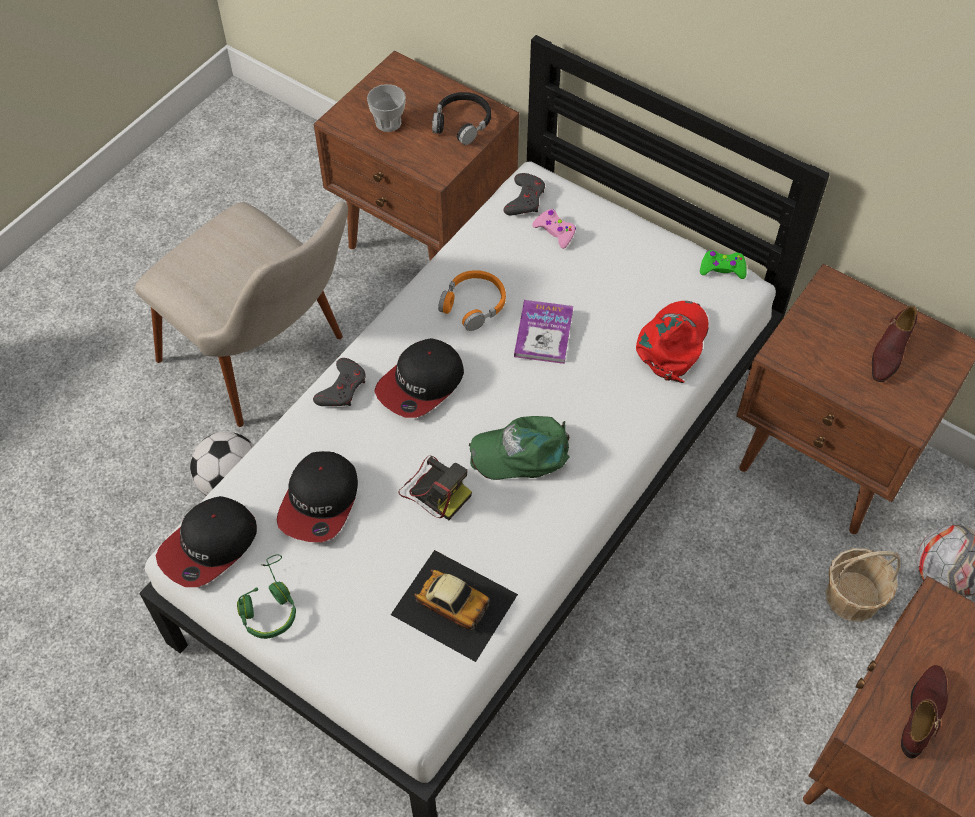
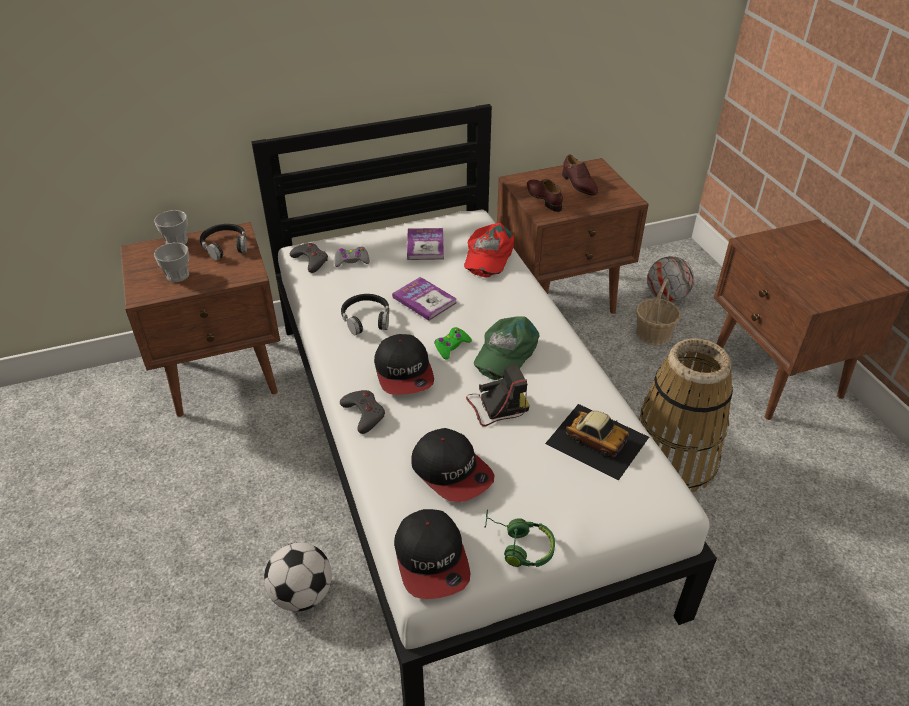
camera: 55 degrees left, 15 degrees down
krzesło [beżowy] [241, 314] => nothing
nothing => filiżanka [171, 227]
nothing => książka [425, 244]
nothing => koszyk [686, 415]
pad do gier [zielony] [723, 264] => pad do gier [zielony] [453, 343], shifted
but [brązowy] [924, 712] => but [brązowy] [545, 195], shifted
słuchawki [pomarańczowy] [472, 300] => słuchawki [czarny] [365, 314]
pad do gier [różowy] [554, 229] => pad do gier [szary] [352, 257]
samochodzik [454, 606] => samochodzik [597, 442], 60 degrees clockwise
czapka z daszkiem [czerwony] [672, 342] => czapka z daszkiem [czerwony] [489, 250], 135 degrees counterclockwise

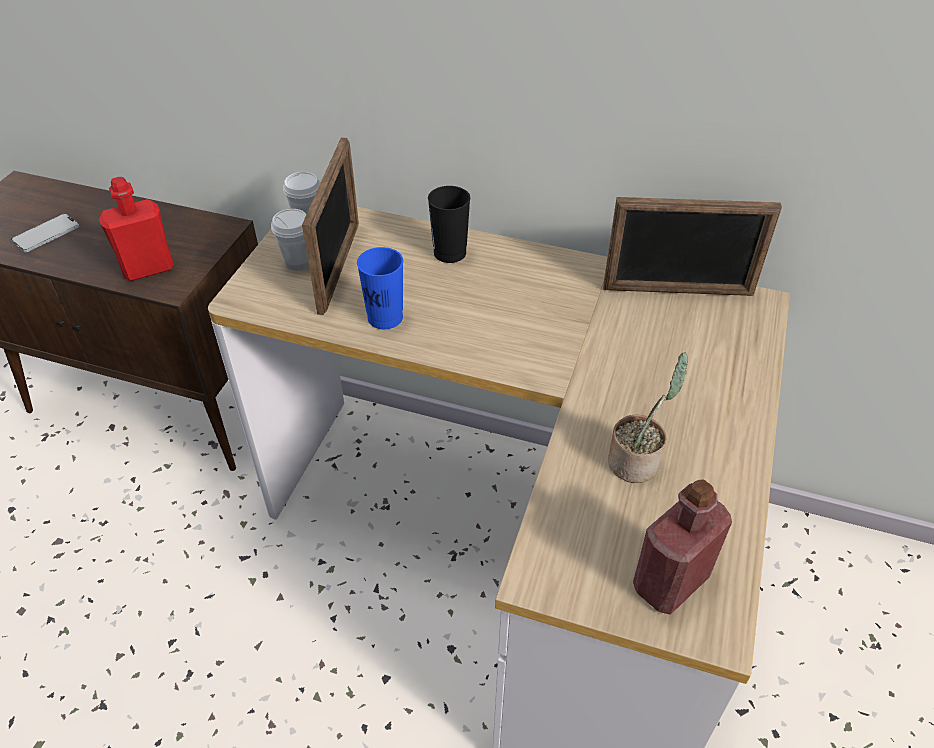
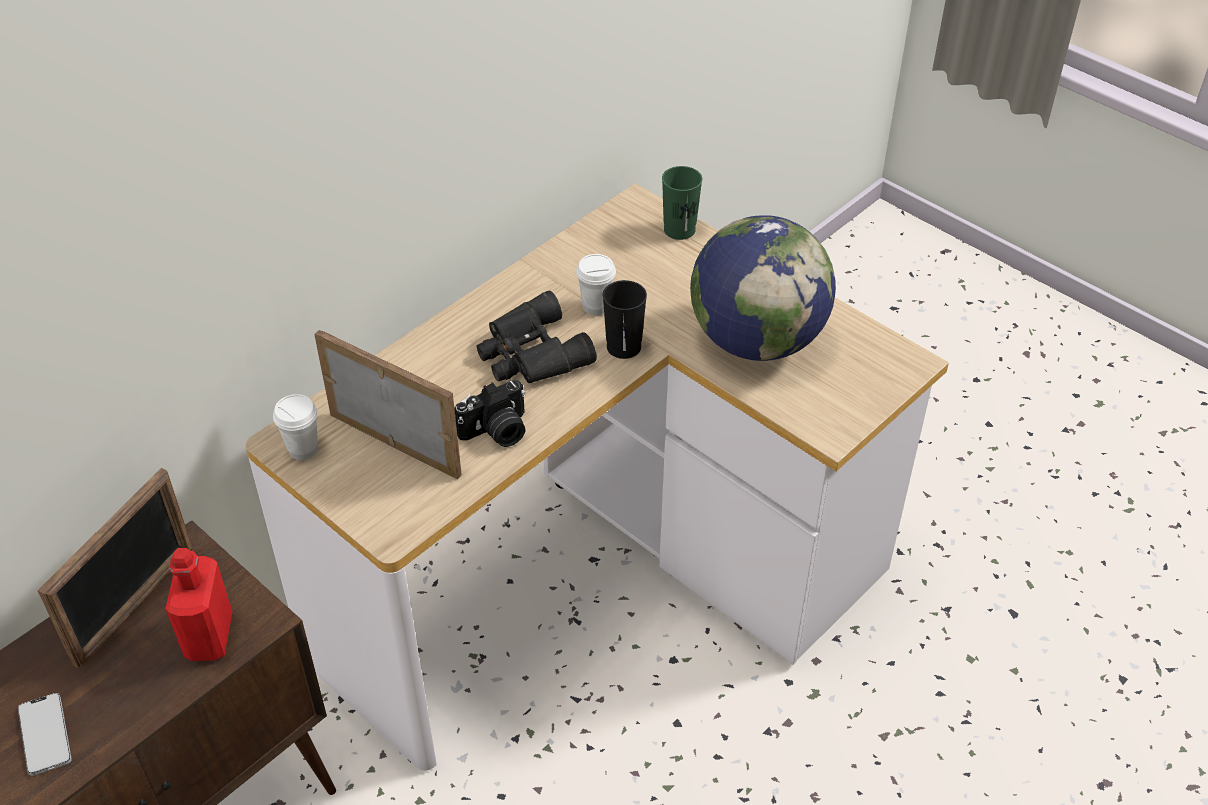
camera: 65 degrees left, 0 degrees up
butelka [czerwony] [682, 547] => nothing
nothing => lornetka [czarny] [537, 336]
nothing => filiżanka [zielony] [682, 203]
filiżanka [biały] [290, 240] => filiżanka [biały] [596, 284], shifted
filiżanka [czarny] [449, 224] => filiżanka [czarny] [625, 319], shifted
ramka na zdjęcie [692, 246] => ramka na zdjęcie [115, 568], shifted
filiżanka [niebieski] [380, 288] => aparat fotograficzny [490, 413]
roślina doniczkowa [648, 417] => globus [763, 288]

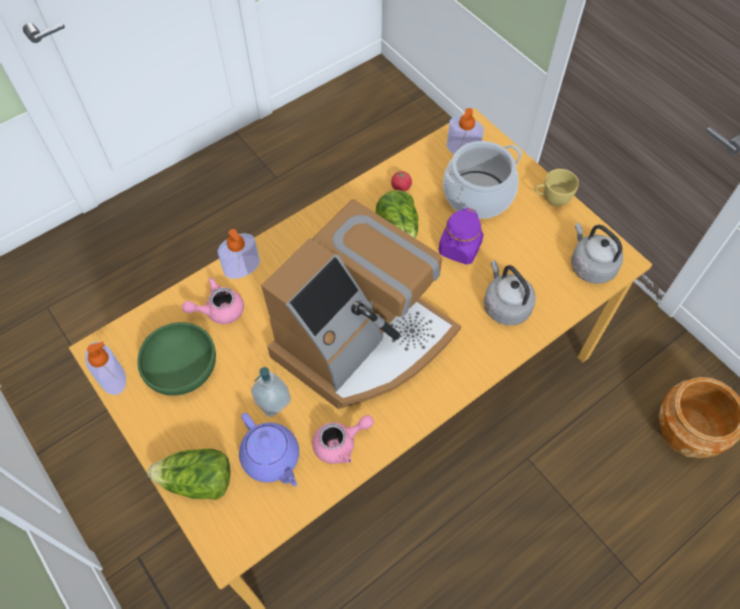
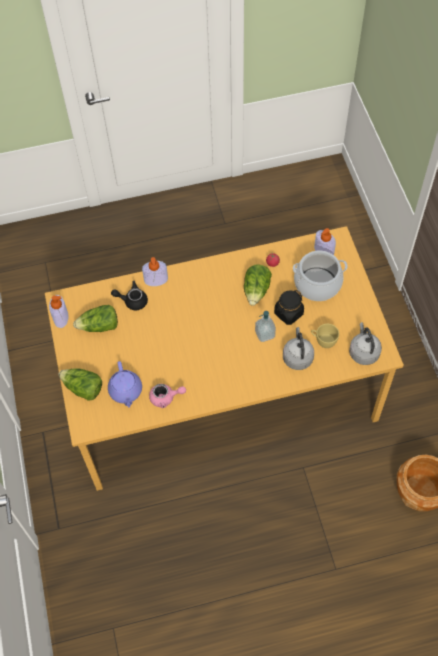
camera: 25 degrees right, 0 degrees up
ekspres do kawy [361, 304] => nothing
dozownik mydła [271, 392] => dozownik mydła [265, 326], shifted
filiżanka [żółty] [557, 187] => filiżanka [żółty] [325, 336], shifted
miska [zielony] [176, 359] => sałata [95, 318]
imbryk [różowy] [213, 301] => imbryk [czarny] [129, 295]
słoik [fioletowy] [461, 236] => słoik [czarny] [289, 307]

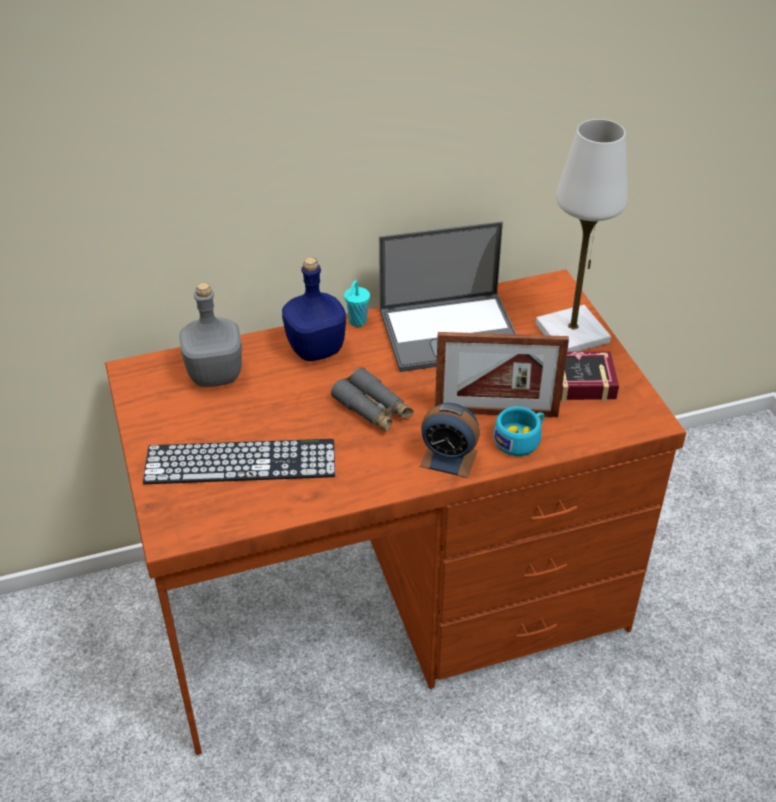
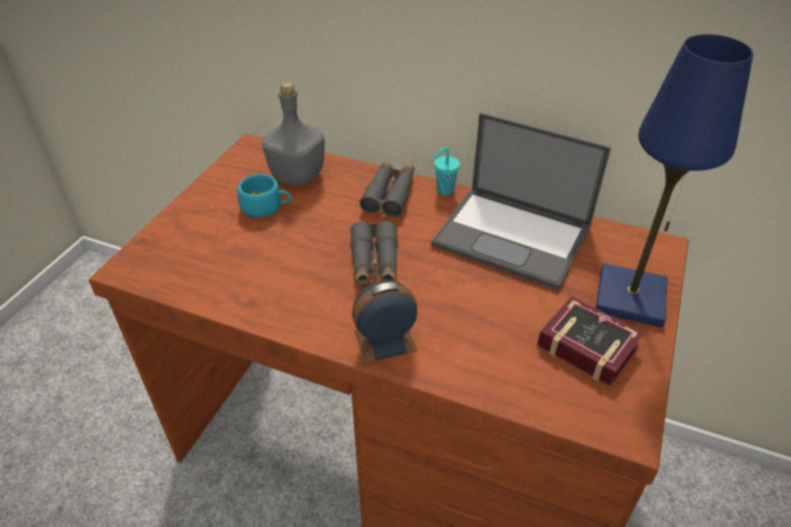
camera: 40 degrees right, 0 degrees up
klawiatura [239, 461] => nothing
ramka na zdjęcie [502, 374] => nothing
filiżanka [turkusowy] [518, 431] => filiżanka [turkusowy] [264, 196], shifted
butelka [niebieski] [314, 309] => lornetka [szary] [387, 189]
lampa stołowa [biały] [582, 235] => lampa stołowa [niebieski] [674, 180]
budzik [450, 440] => budzik [385, 321], 105 degrees clockwise

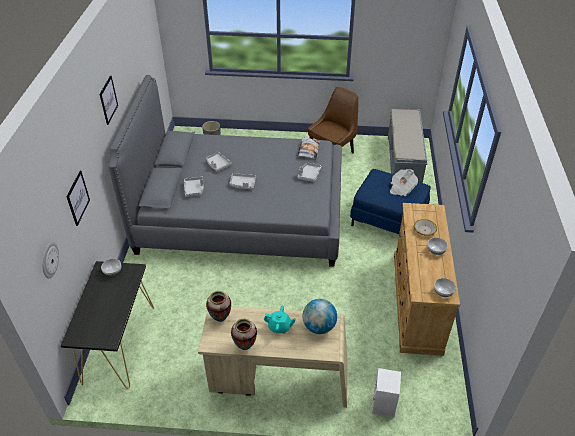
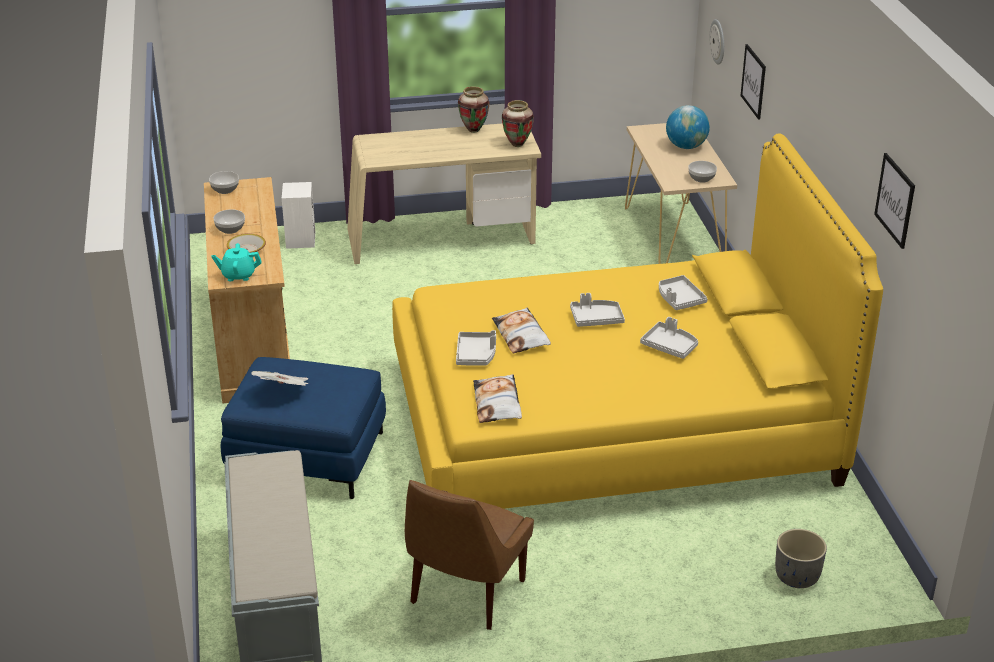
camera: 165 degrees right, 10 degrees down
nothing => poduszka [521, 331]
obraz [109, 100] => obraz [894, 201], shifted
imbryk [turkusowy] [280, 320] => imbryk [turkusowy] [236, 262], shifted
globus [319, 316] => globus [688, 127], shifted
stolik konsolowy [czarny] [107, 325] => stolik konsolowy [beżowy] [681, 193]
łóżko [szary] [225, 171] => łóżko [żółty] [637, 321]

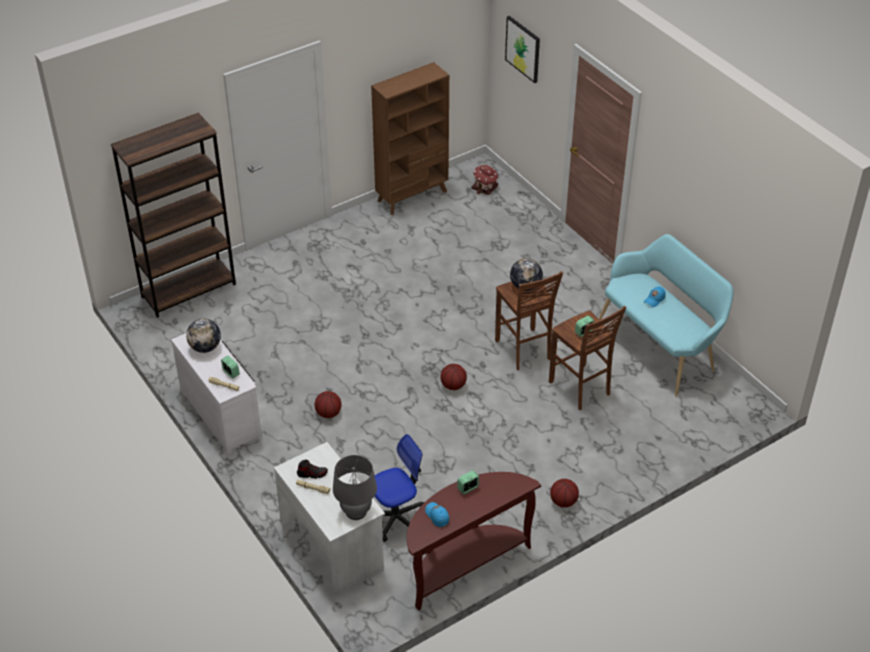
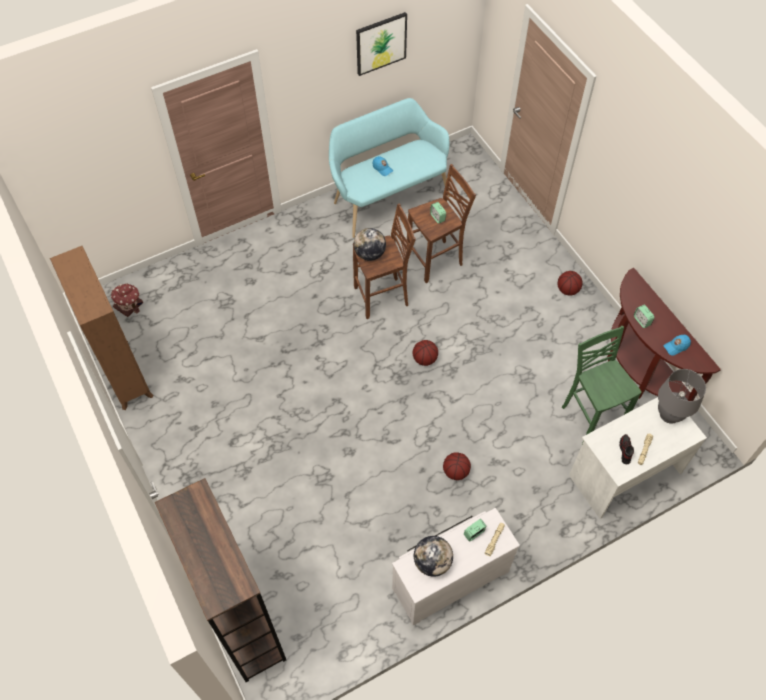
camera: 85 degrees left, 15 degrees up
obraz [522, 49] => obraz [381, 44], shifted
krzesło biurowe [399, 488] => stołek [zielony] [602, 385]

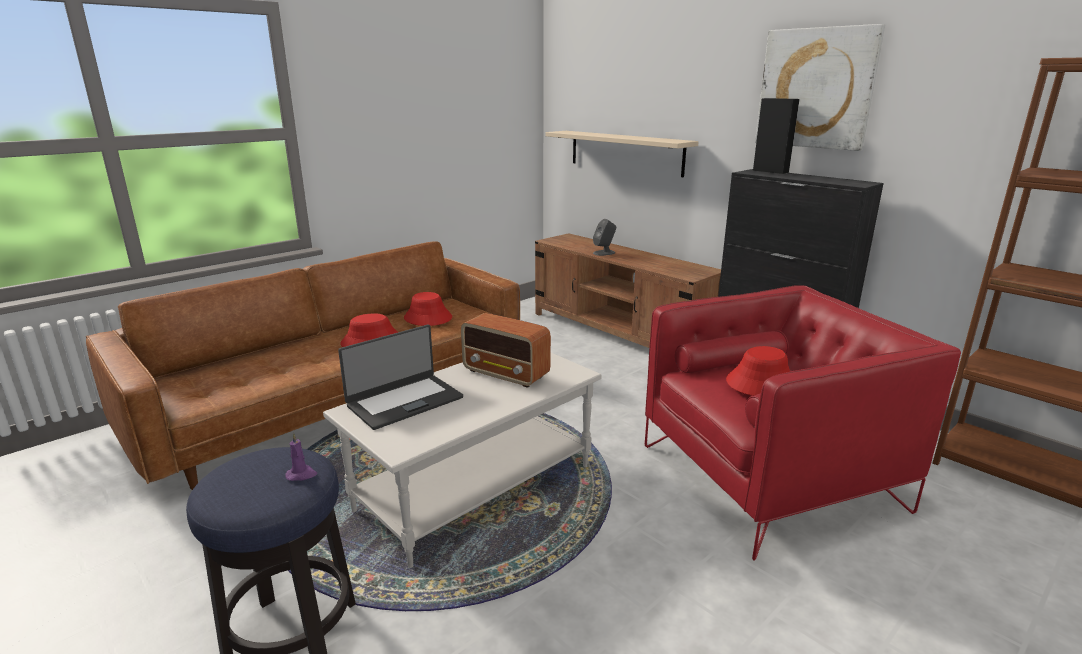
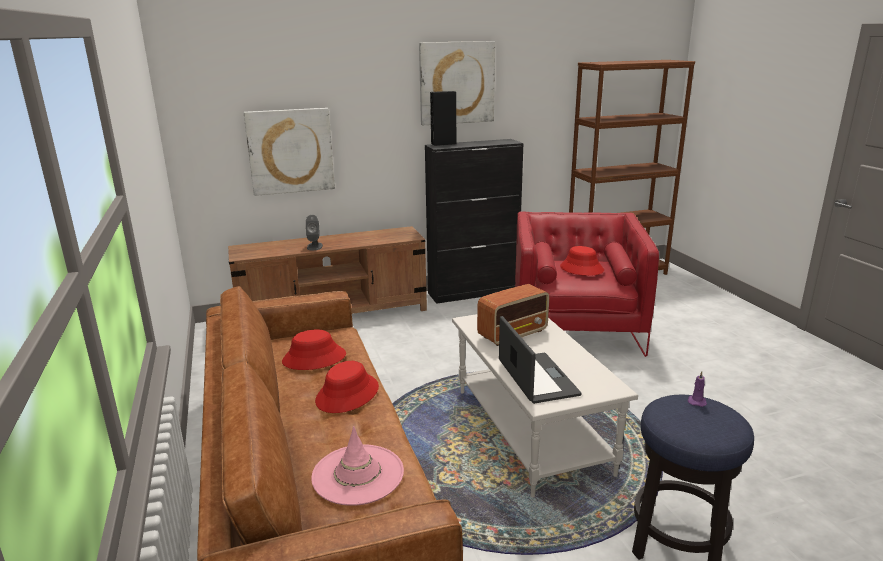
camera: 65 degrees left, 0 degrees up
nothing => kapelusz [różowy] [357, 466]
półka [beżowy] [622, 154] => obraz [289, 152]

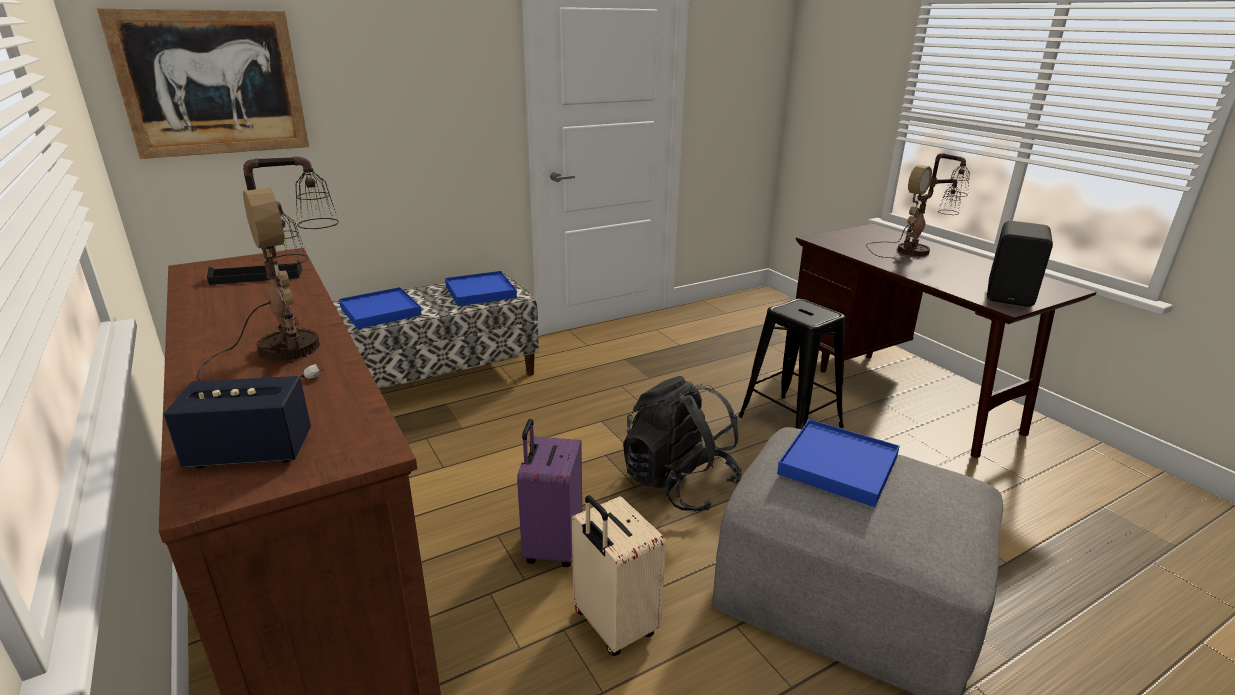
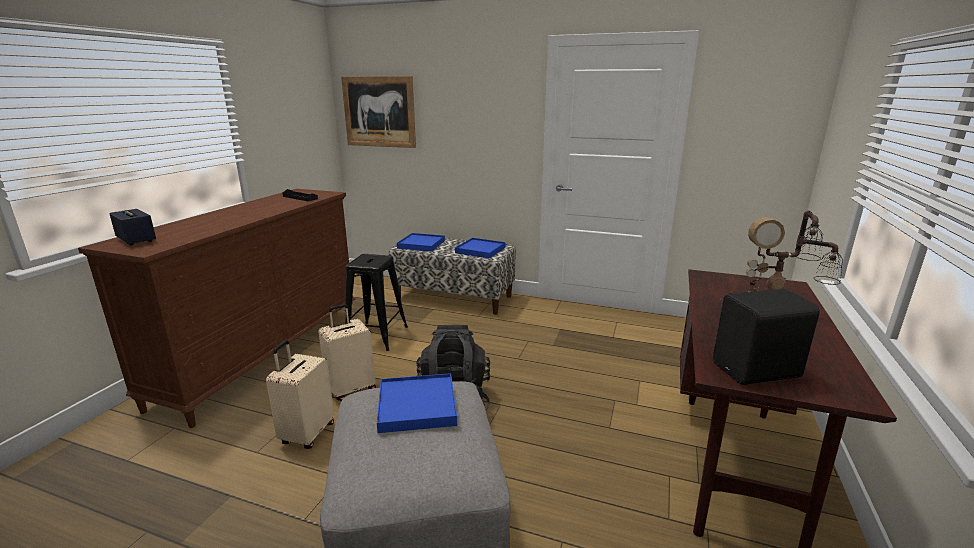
camera: 50 degrees right, 5 degrees down
lampa stołowa [268, 268] => nothing
stołek [czarny] [791, 364] => stołek [czarny] [376, 302], shifted
walizka [fioletowy] [549, 493] => walizka [beżowy] [347, 352]

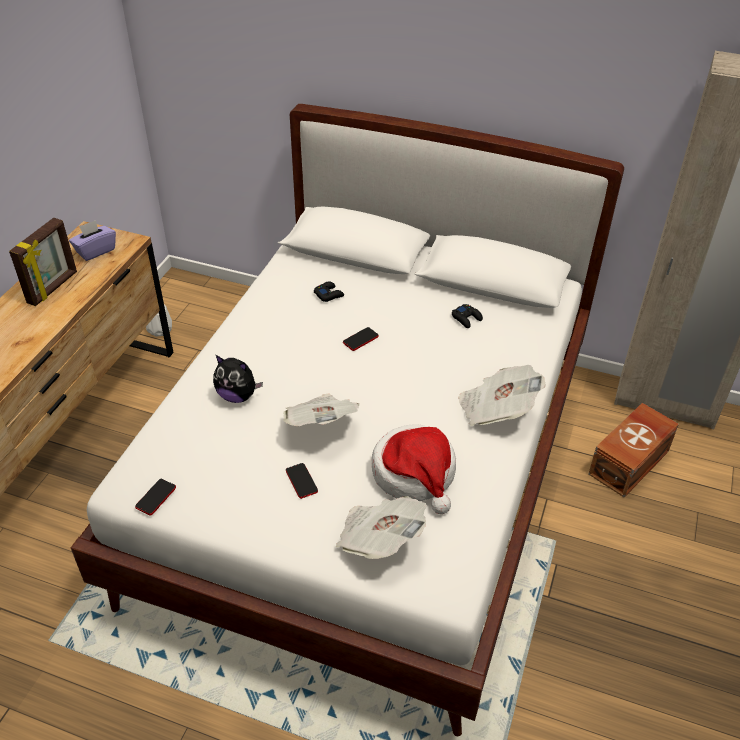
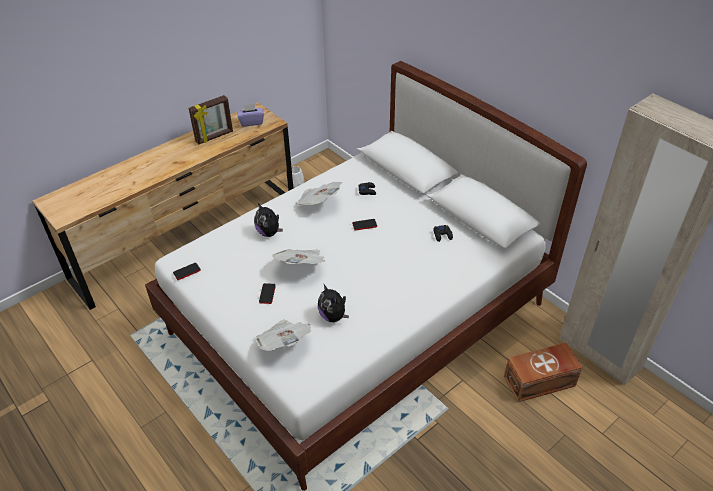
camera: 30 degrees right, 0 degrees up
gazeta [501, 395] => gazeta [318, 193], shifted
kapelusz [414, 469] => pluszak [333, 303]

